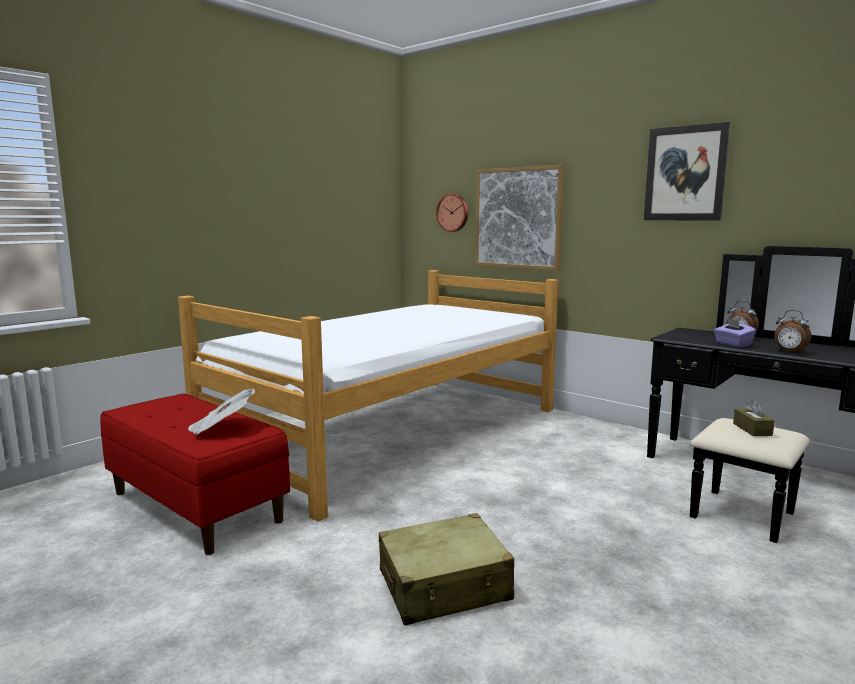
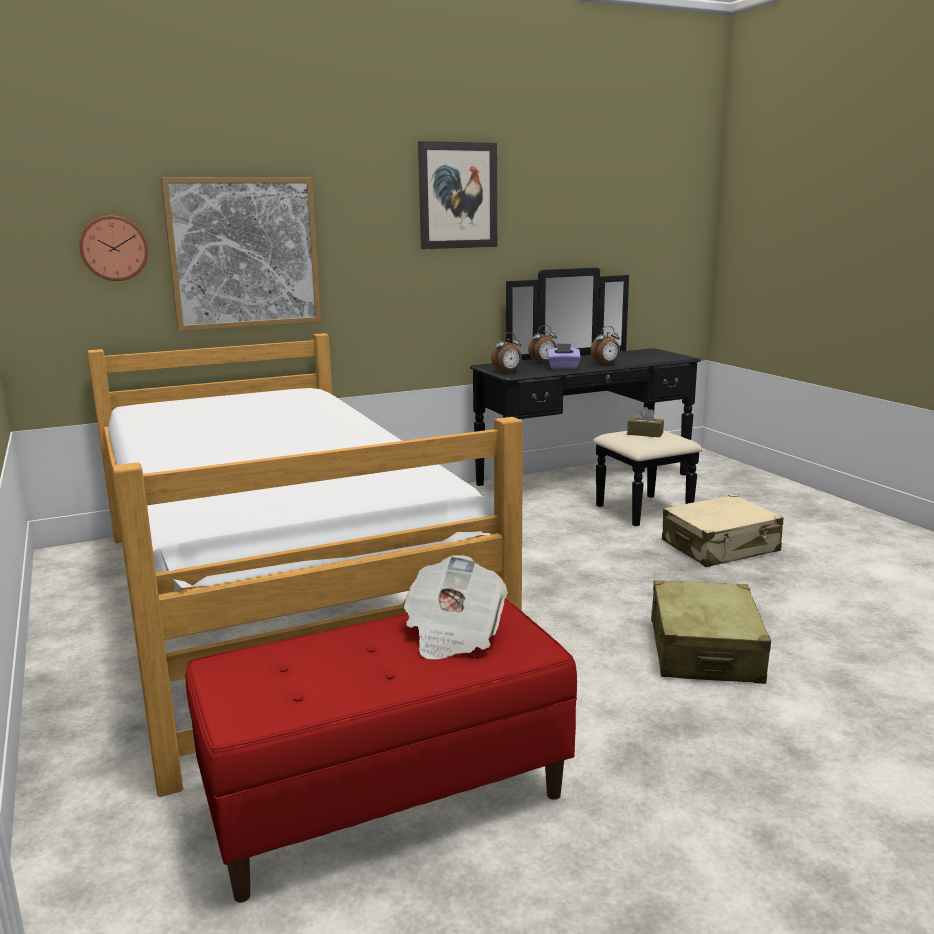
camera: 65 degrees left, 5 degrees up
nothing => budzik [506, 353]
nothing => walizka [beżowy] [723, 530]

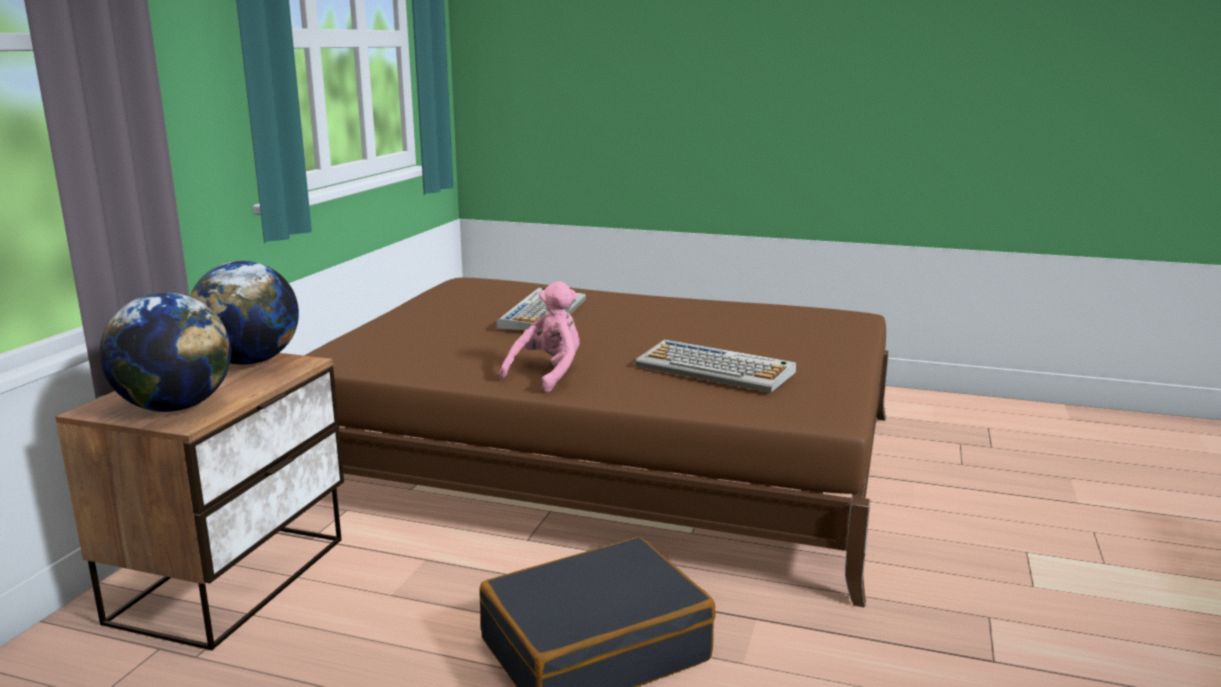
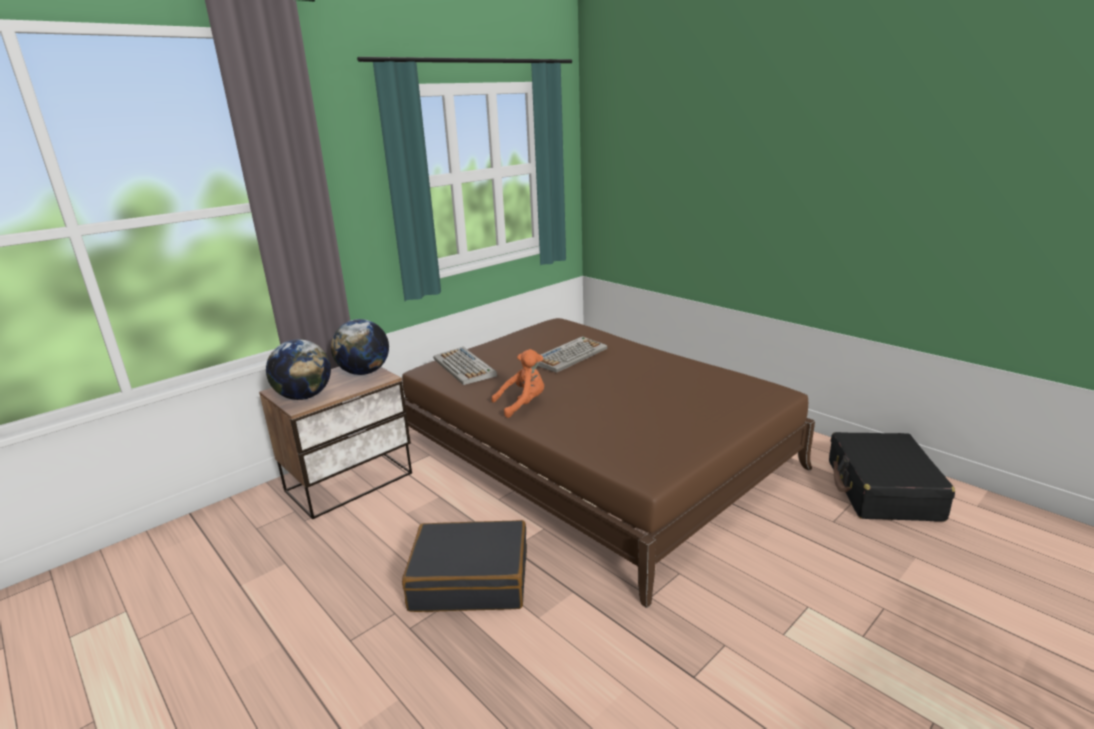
camera: 30 degrees right, 5 degrees up
nothing => walizka [czarny] [892, 477]
klawiatura [715, 366] => klawiatura [465, 366], shifted
pluszak [różowy] [539, 337] => pluszak [pomarańczowy] [518, 383]

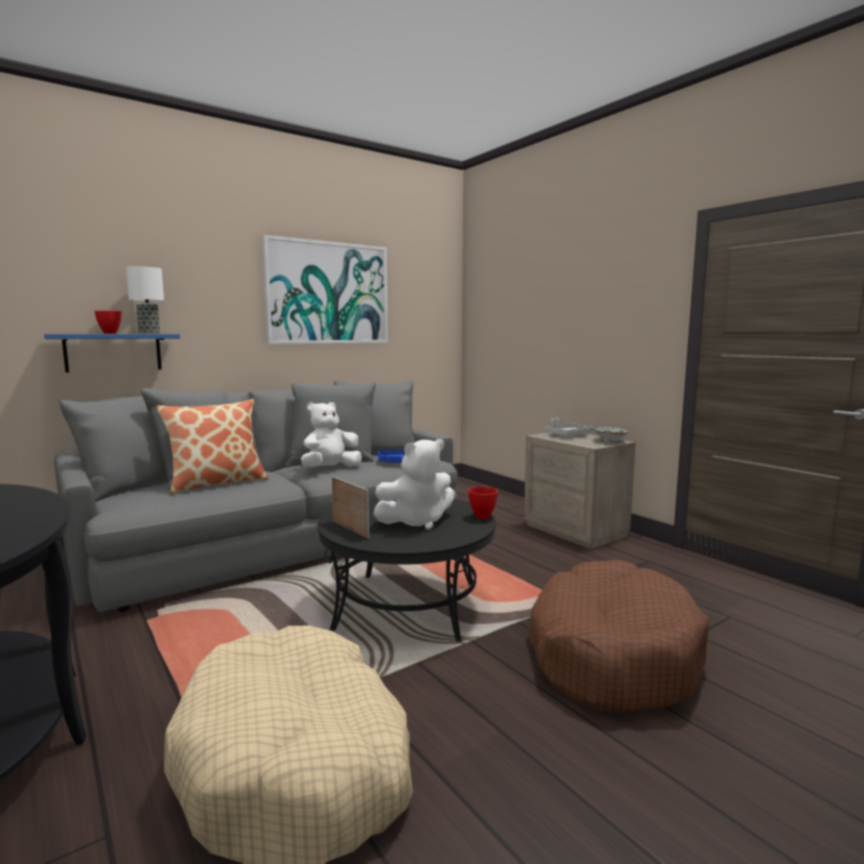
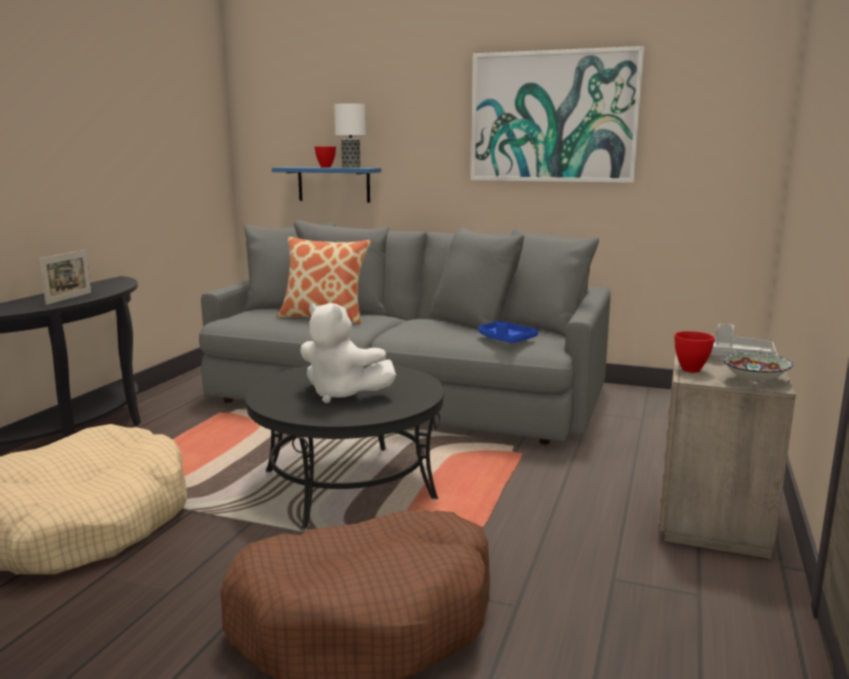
camera: 55 degrees right, 5 degrees up
pluszak [biały] [331, 434] => nothing
ramka na zdjęcie [350, 507] => ramka na zdjęcie [65, 277], shifted
miska [czerwony] [483, 502] => miska [czerwony] [694, 352], shifted

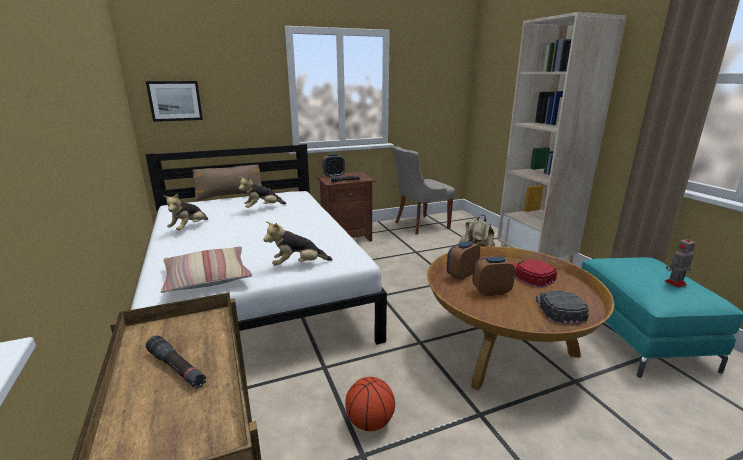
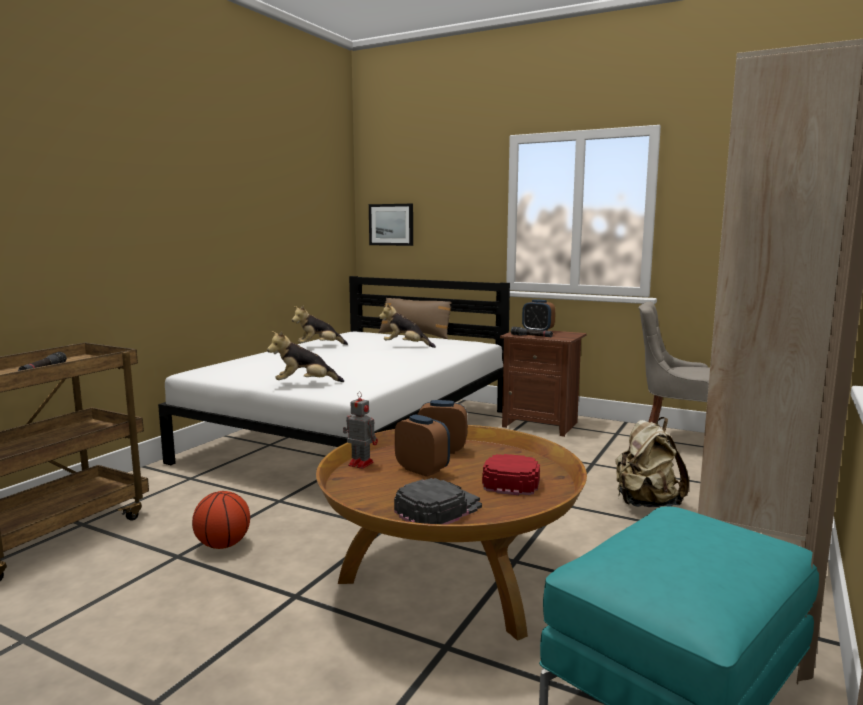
camera: 50 degrees right, 10 degrees down
poduszka [206, 270] => nothing
robot zabawkowy [679, 261] => robot zabawkowy [360, 430], shifted
pluszak [297, 243] => pluszak [305, 356], 45 degrees counterclockwise

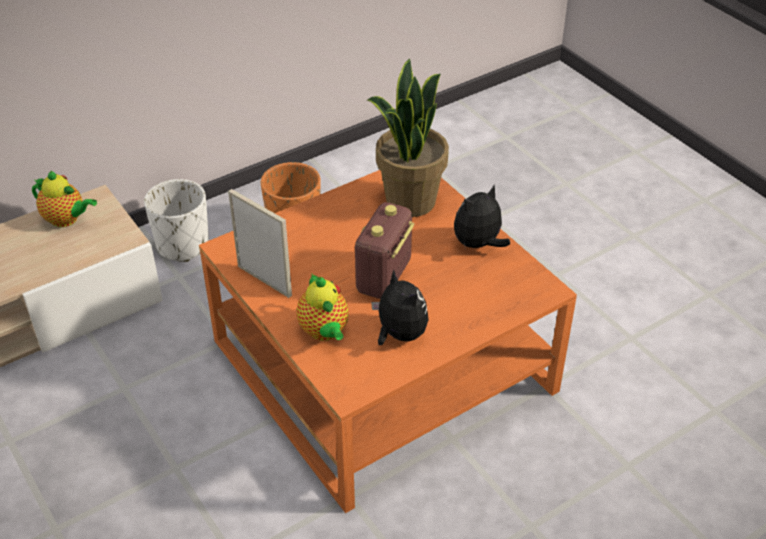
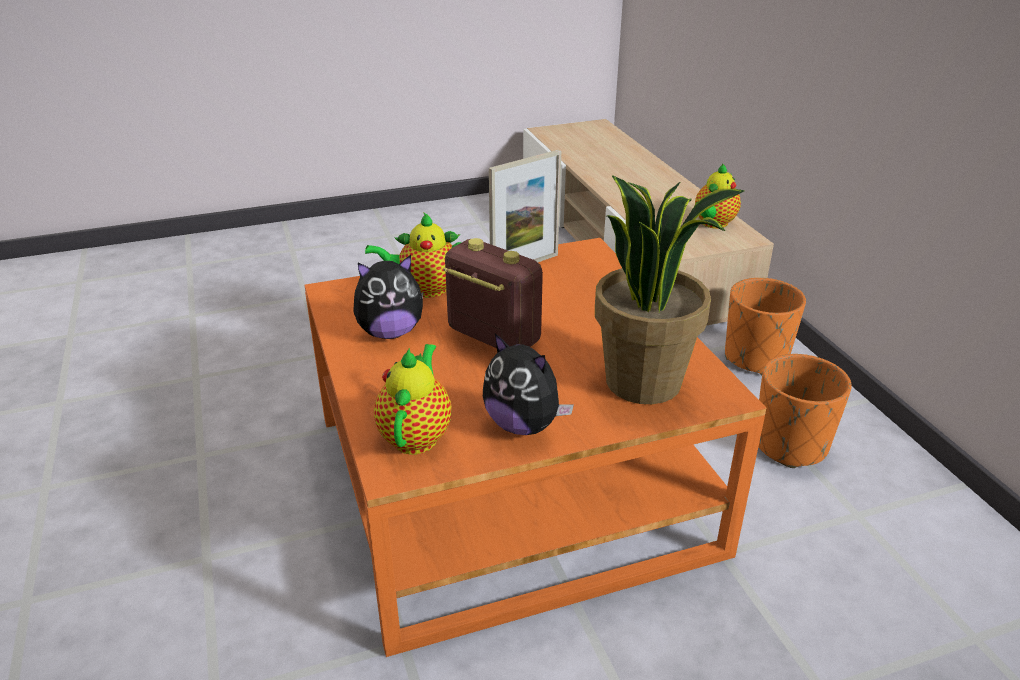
camera: 105 degrees right, 10 degrees down
nothing => imbryk [412, 399]
donica [biały] [176, 220] => donica [pomarańczowy] [765, 326]
pluszak [482, 216] => pluszak [528, 384], 150 degrees clockwise

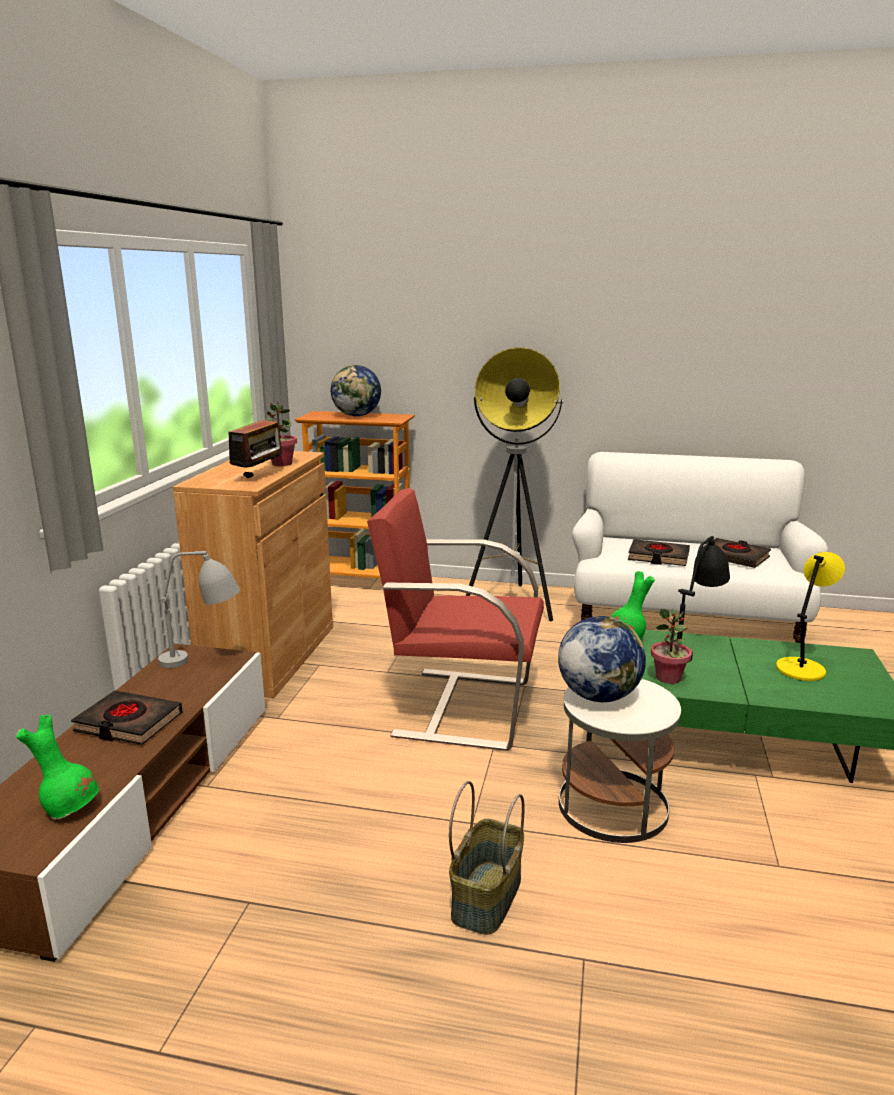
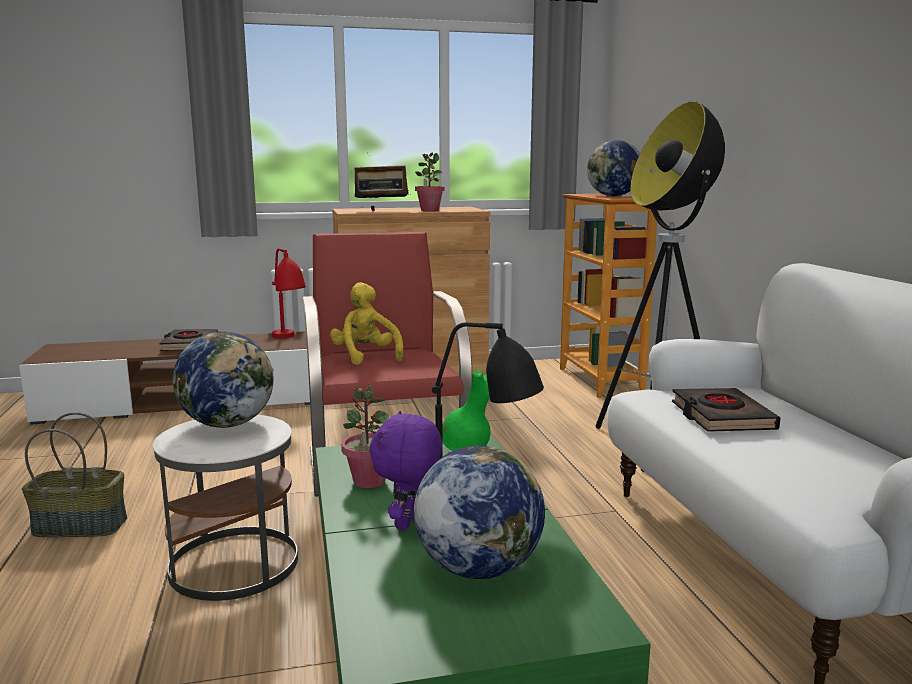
camera: 65 degrees right, 5 degrees down
wazon [zielony] [57, 767] => nothing
książka [czarny] [736, 553] => nothing
nothing => pluszak [żółty] [366, 323]
nothing => pluszak [fioletowy] [405, 470]
lampa stołowa [żółty] [810, 616] => globus [479, 512]
lampa stołowa [szary] [199, 609] => lampa stołowa [czerwony] [289, 293]

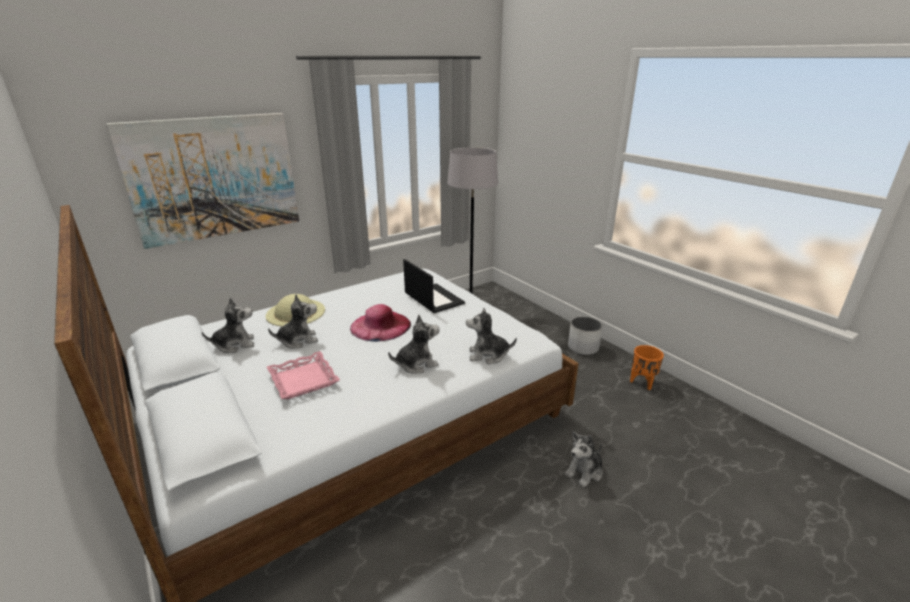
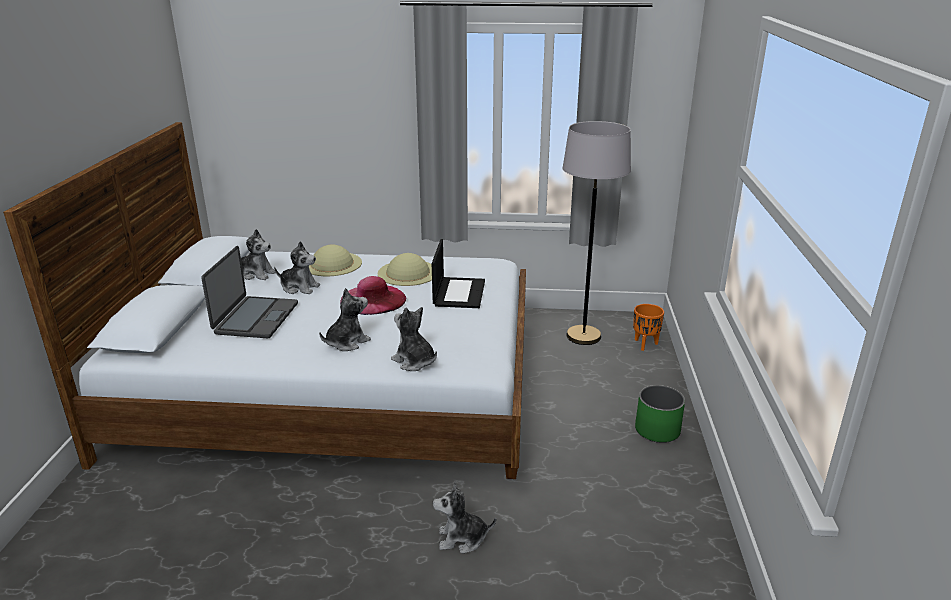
camera: 40 degrees right, 0 degrees up
obraz [202, 181] => nothing
nothing => kapelusz [beżowy] [405, 269]
donica [pomarańczowy] [647, 367] => donica [pomarańczowy] [648, 327], shifted
taca [różowy] [303, 375] => laptop [249, 292]
donica [biały] [585, 336] => donica [zielony] [660, 414]
pluszak [414, 344] => pluszak [345, 319], 60 degrees counterclockwise

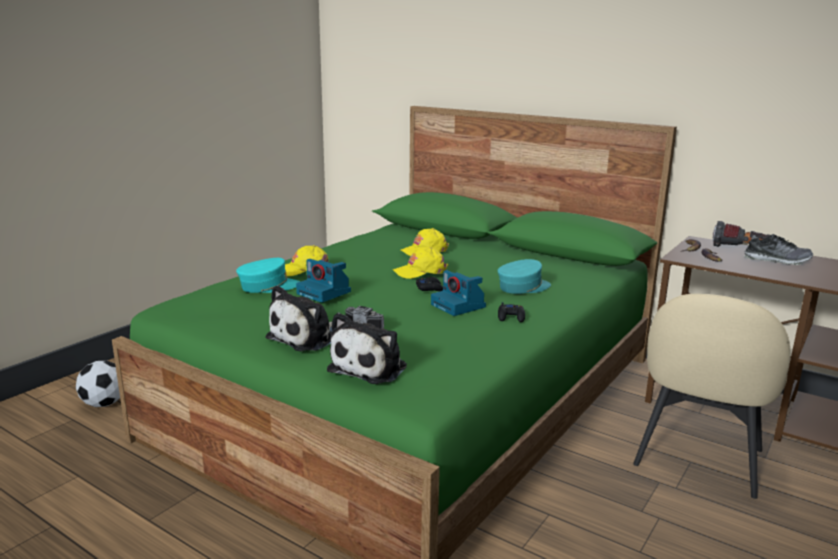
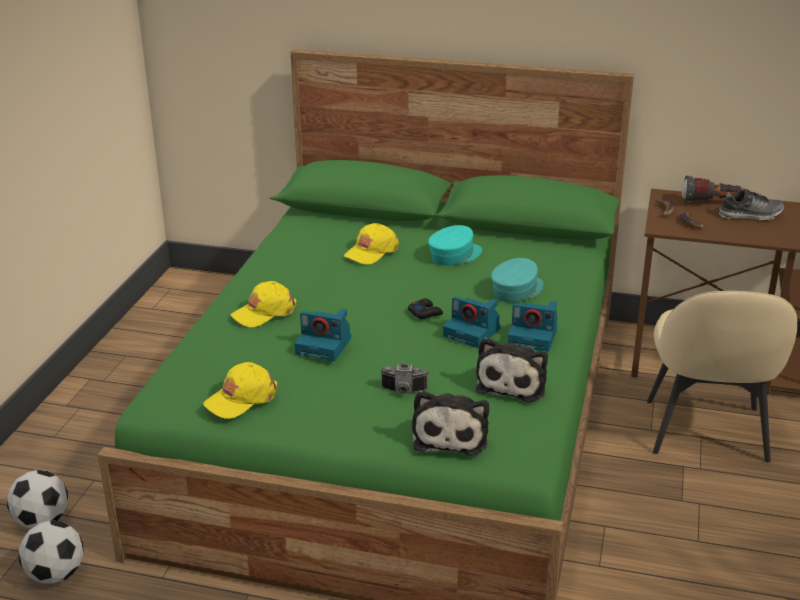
camera: 20 degrees left, 10 degrees up
nothing => piłka futbolowa [51, 552]
czapka z daszkiem [turkusowy] [268, 275] => czapka z daszkiem [turkusowy] [455, 245], shifted
pluszak [298, 318] => pluszak [512, 369], shifted
czapka z daszkiem [żółty] [420, 263] => czapka z daszkiem [żółty] [240, 390], shifted
pad do gier [czarny] [511, 312] => aparat fotograficzny [532, 326]

